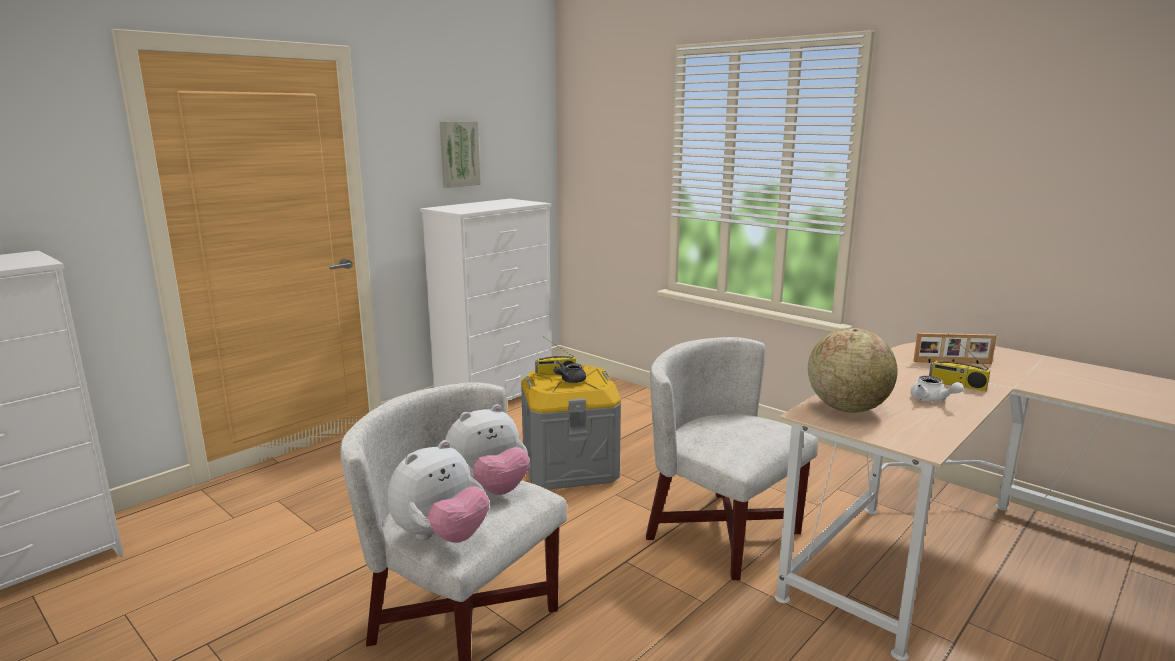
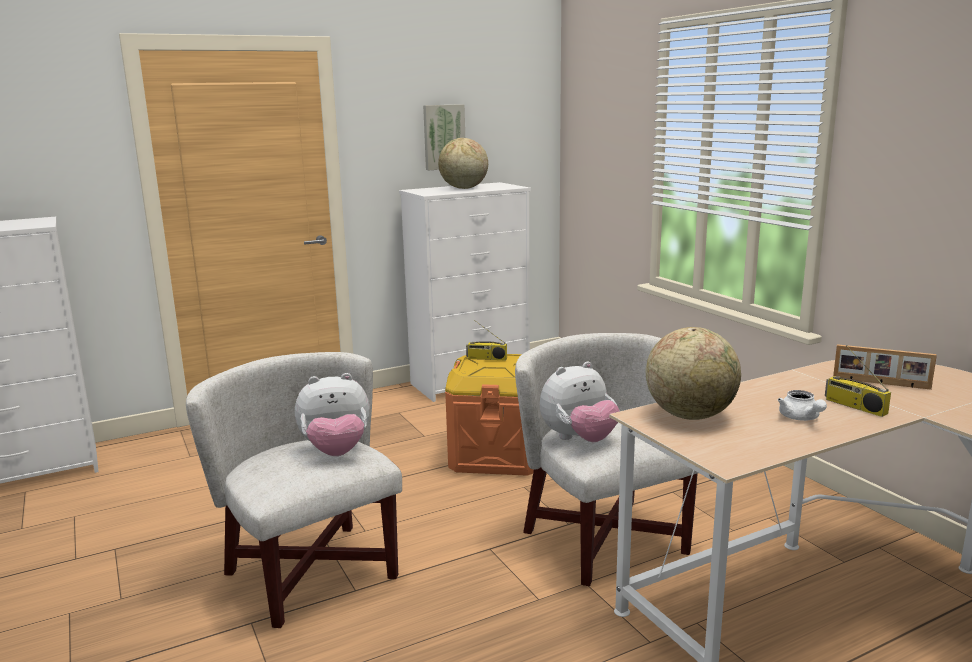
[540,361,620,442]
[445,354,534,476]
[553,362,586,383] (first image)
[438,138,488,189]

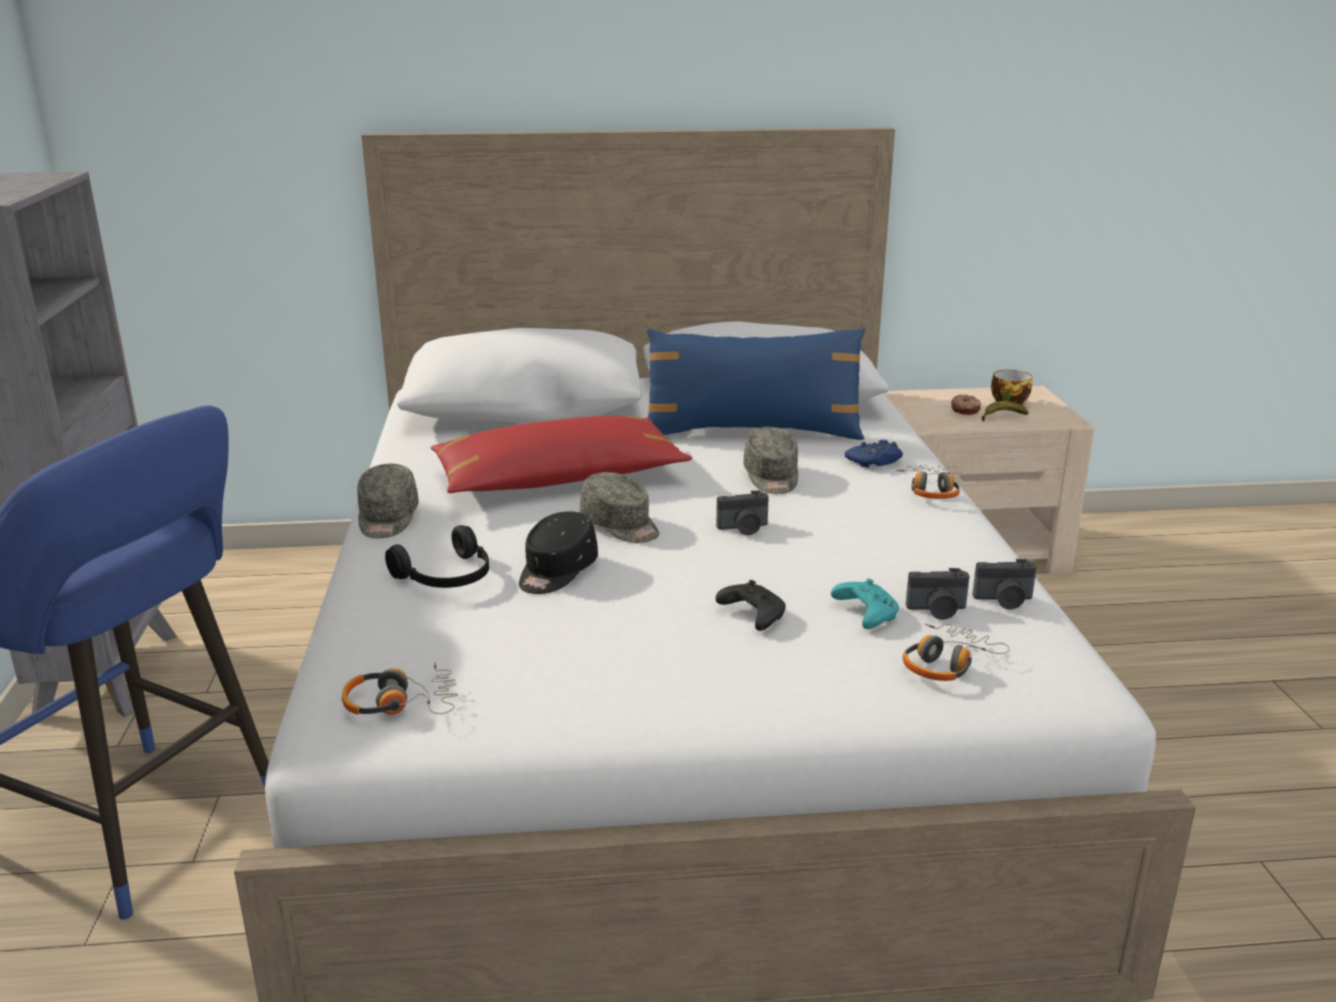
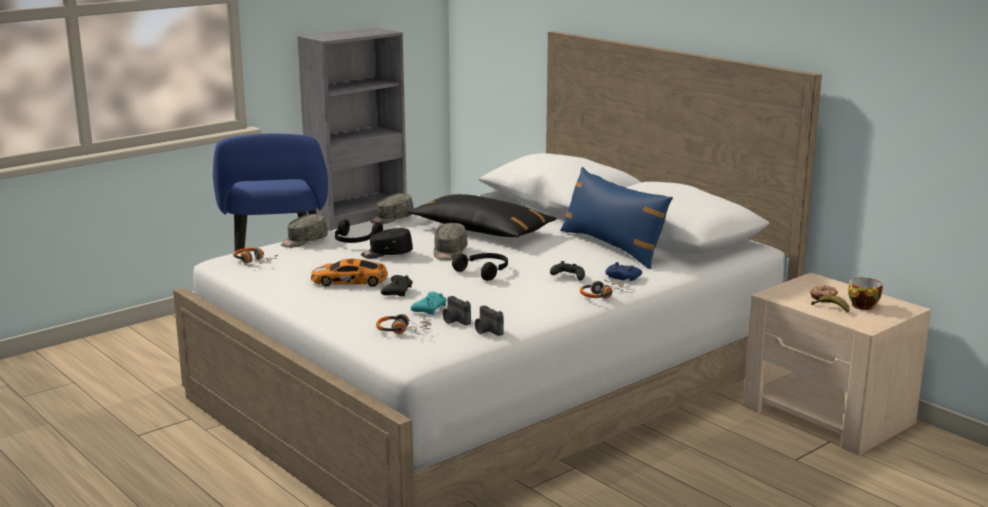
[407,194,557,237]
[452,253,508,281]
[281,214,328,248]
[311,259,388,287]
[550,261,585,281]

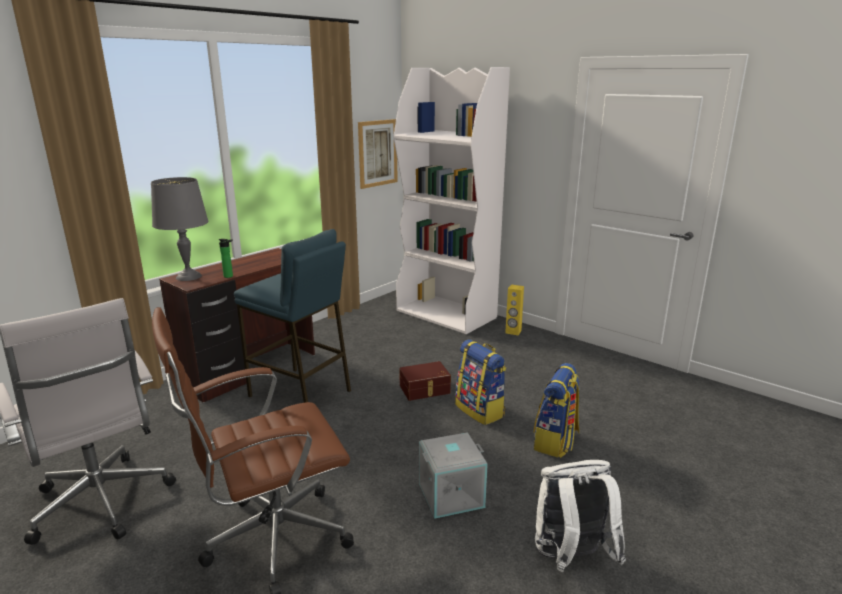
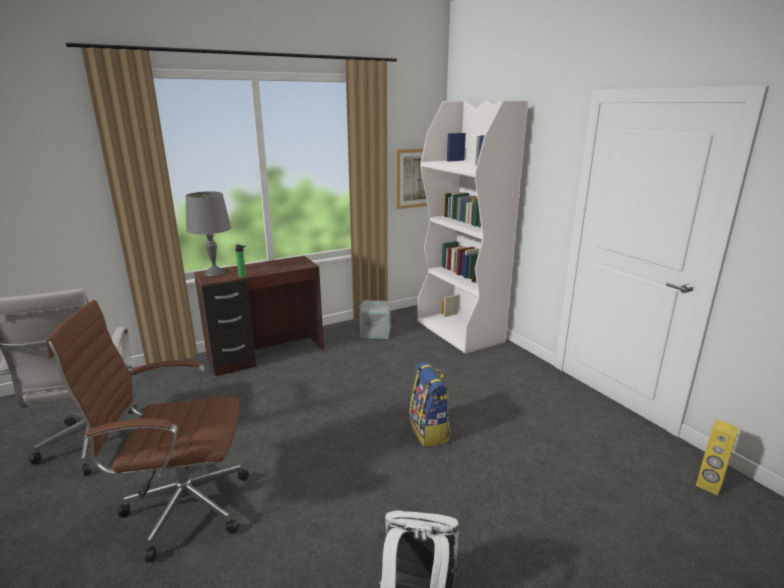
[234,229,351,403] (first image)
[399,361,451,401] (first image)
[359,300,392,339]
[696,419,739,495]
[534,363,580,458] (first image)

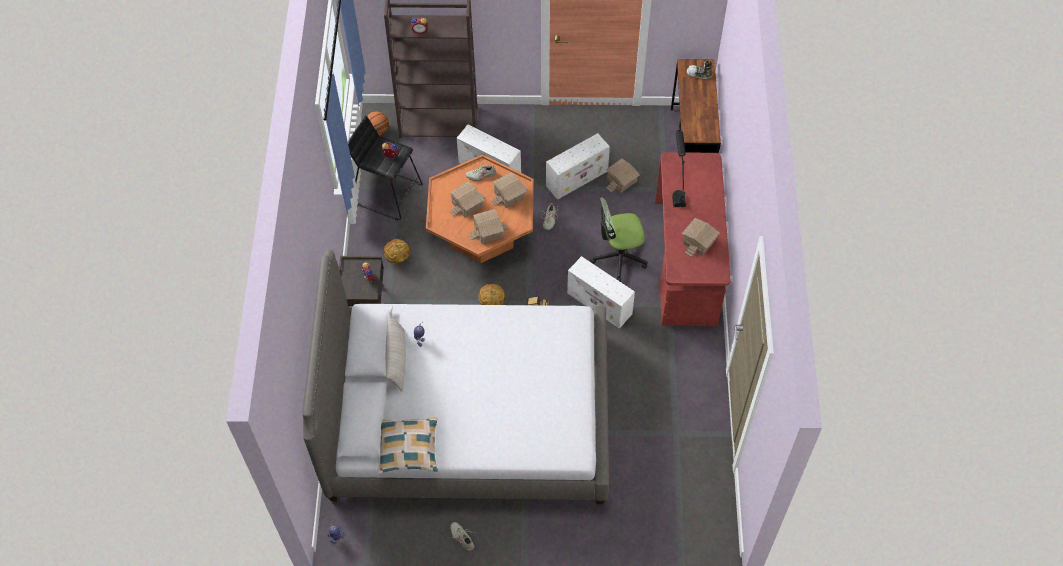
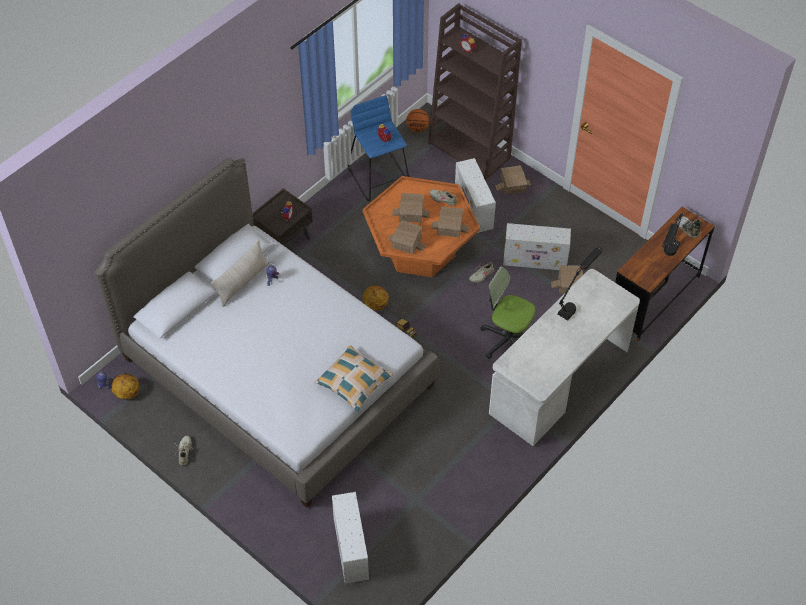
[348,95,409,201]
[314,345,393,412]
[111,373,139,399]
[332,492,369,584]
[489,269,640,446]
[495,165,531,195]
[663,212,683,256]

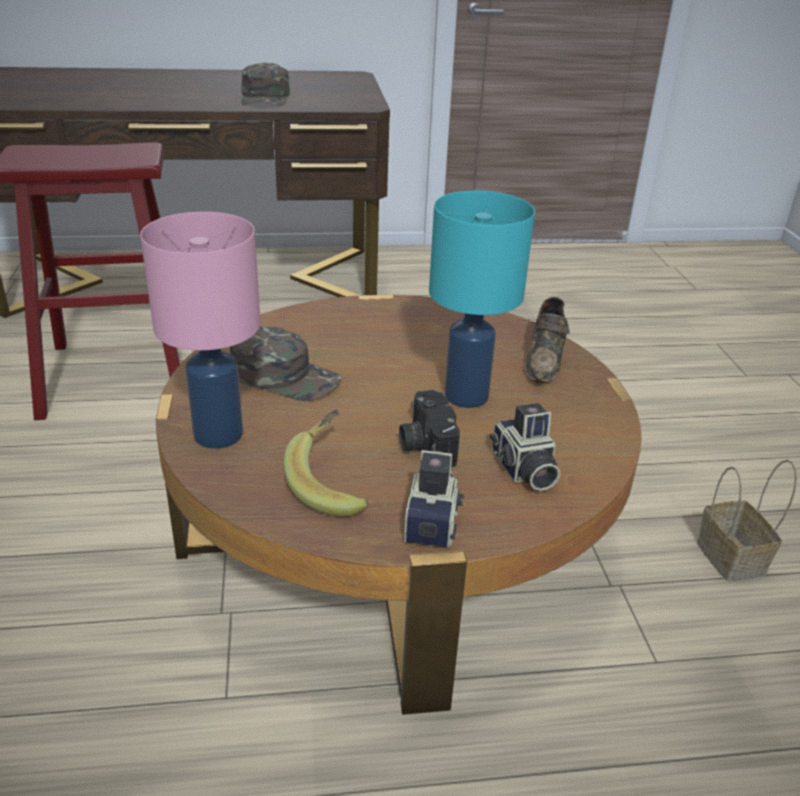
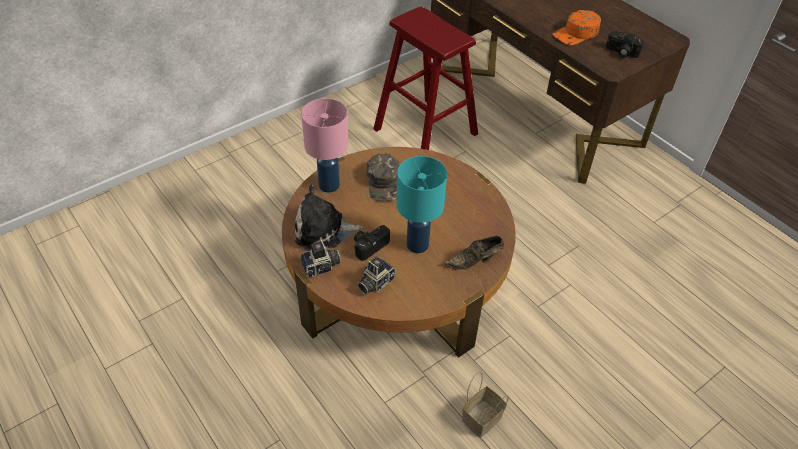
[552,10,601,45]
[295,185,363,249]
[606,31,644,58]

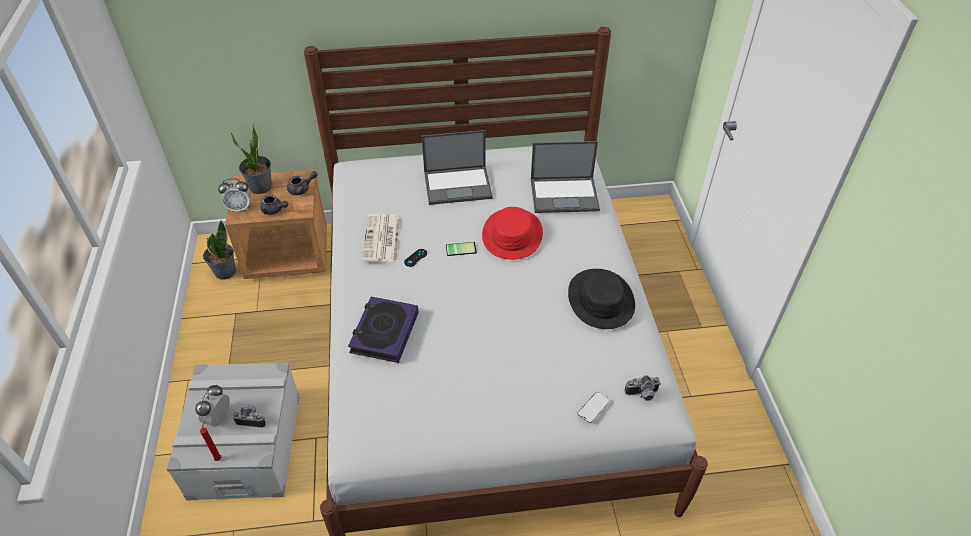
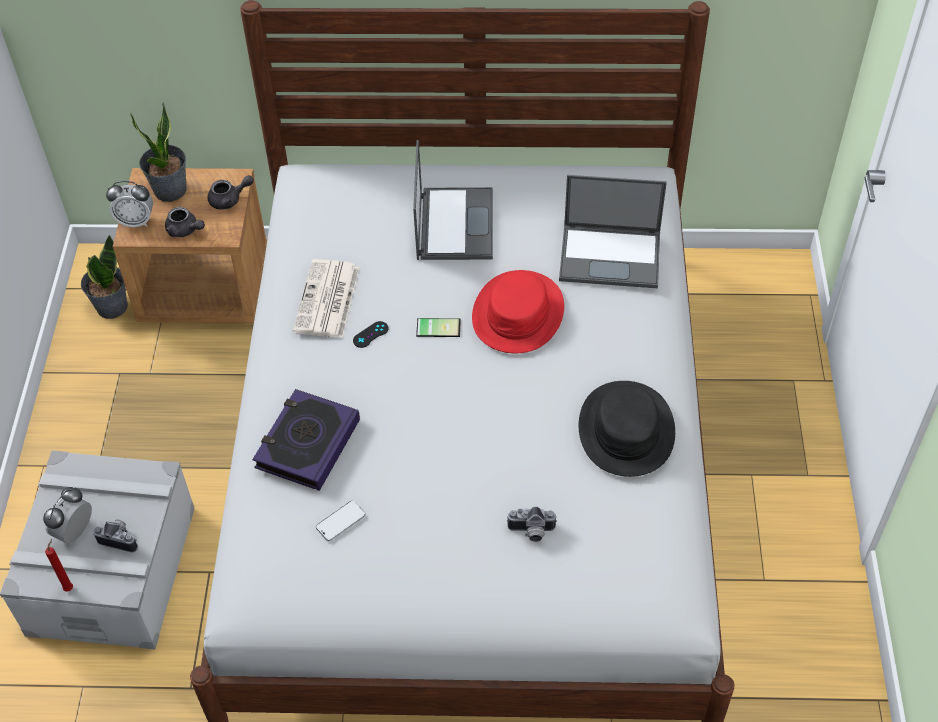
[413,140,493,260]
[316,501,366,541]
[507,506,557,542]

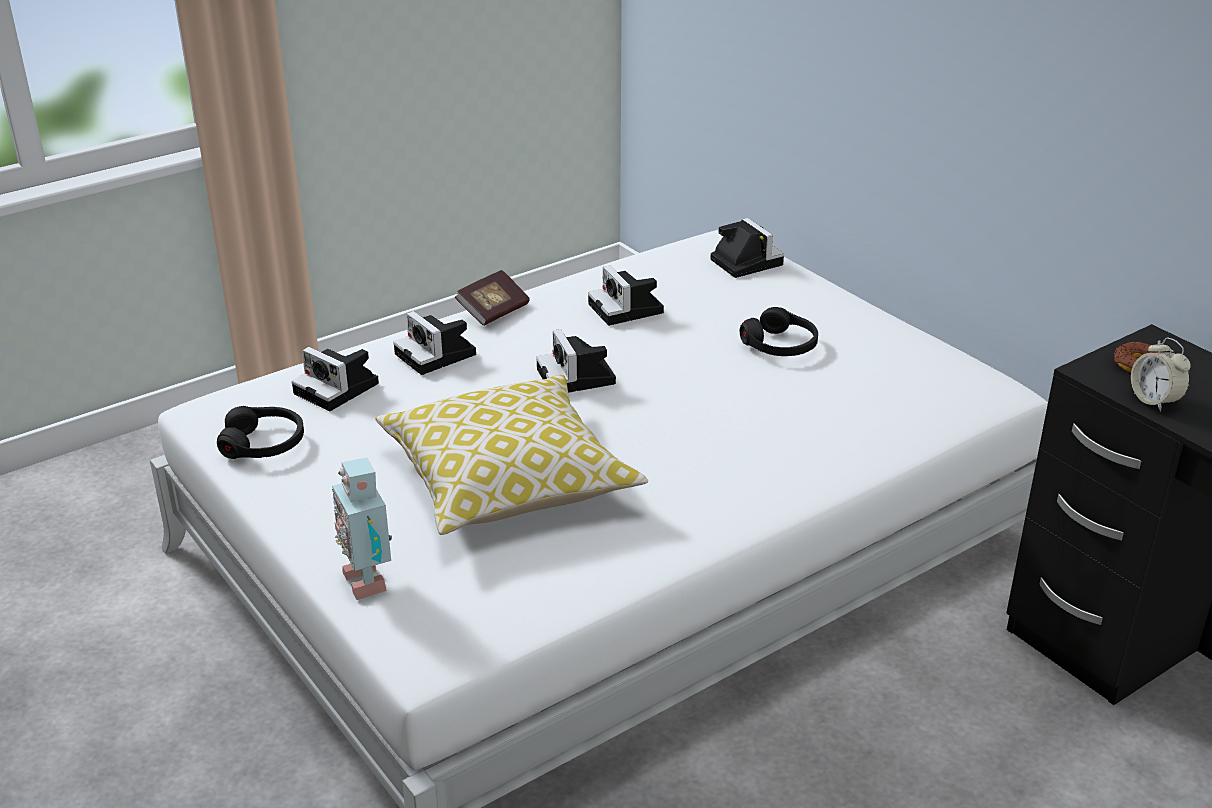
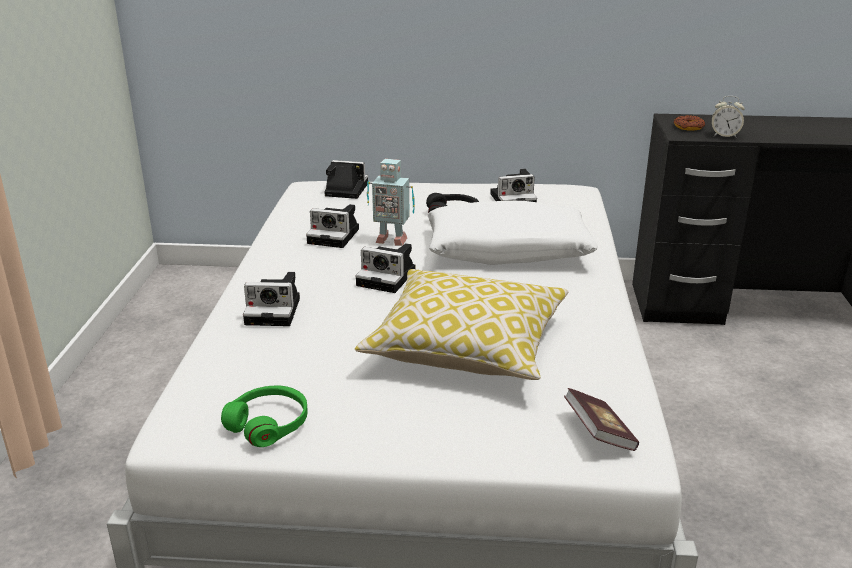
[221,386,308,447]
[490,168,537,202]
[367,159,415,246]
[564,388,639,451]
[428,201,598,265]

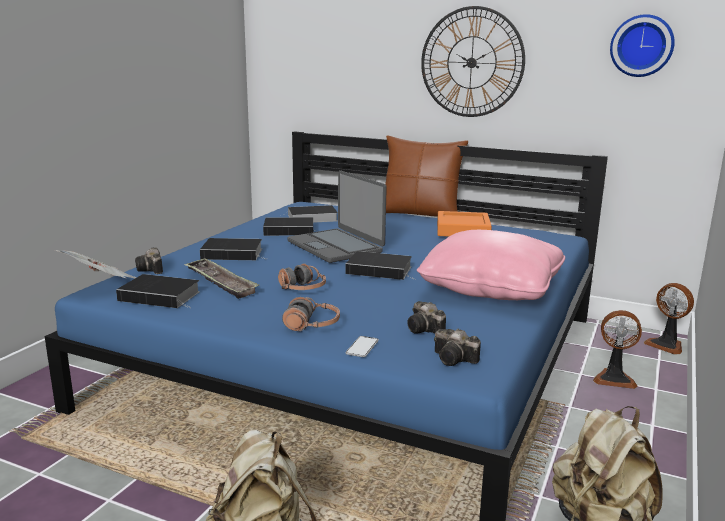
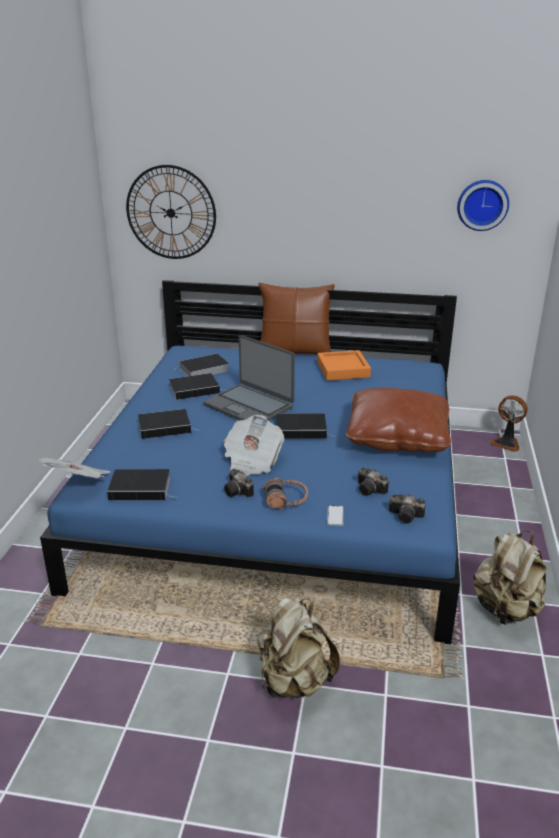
[224,469,254,497]
[184,258,259,299] (first image)
[224,415,284,476]
[346,388,451,452]
[126,165,216,259]
[593,310,642,389] (first image)

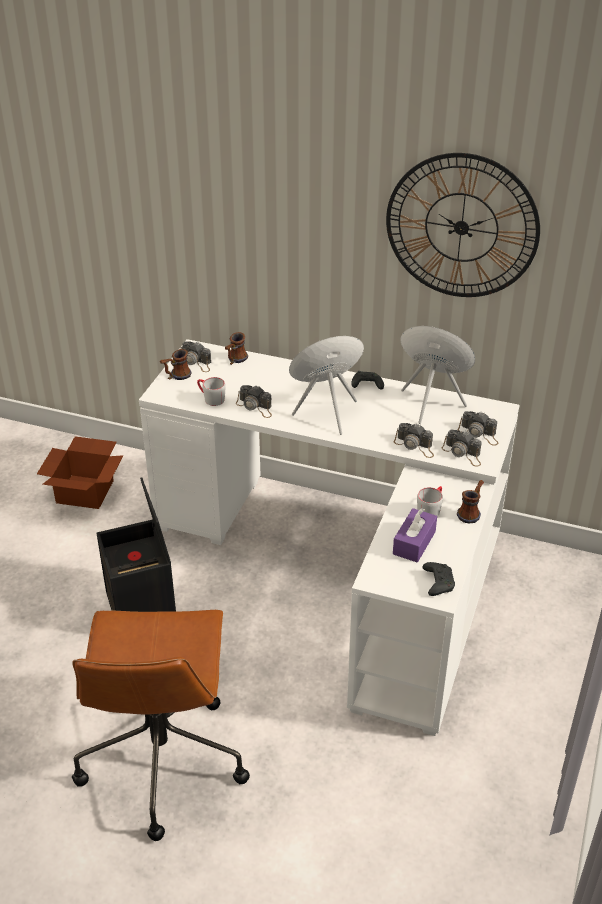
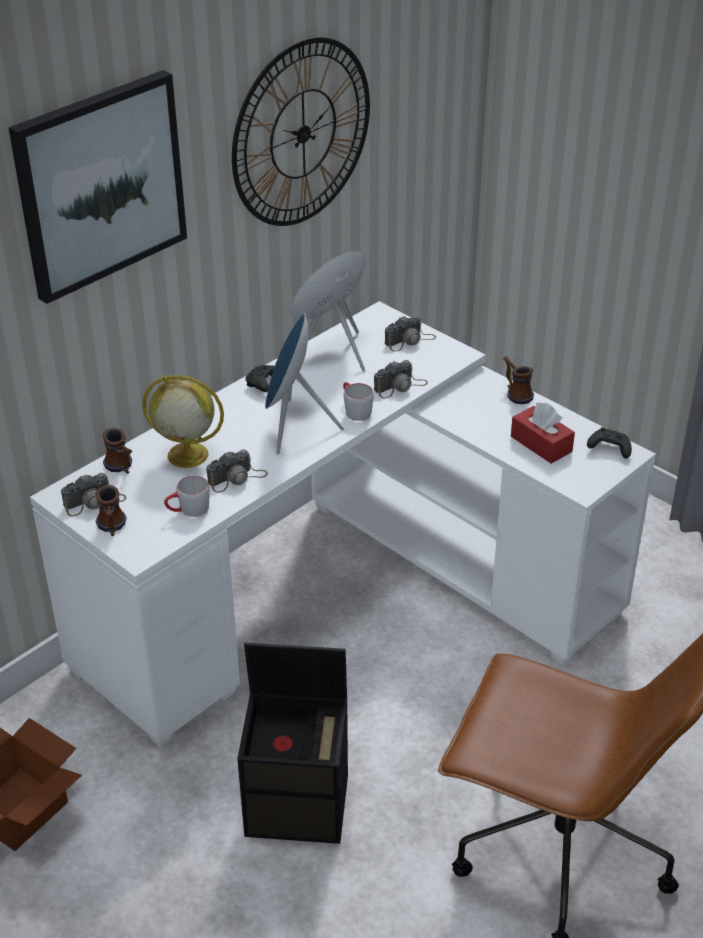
[511,402,575,464]
[343,382,374,421]
[442,430,482,467] (first image)
[9,70,187,304]
[142,375,224,468]

